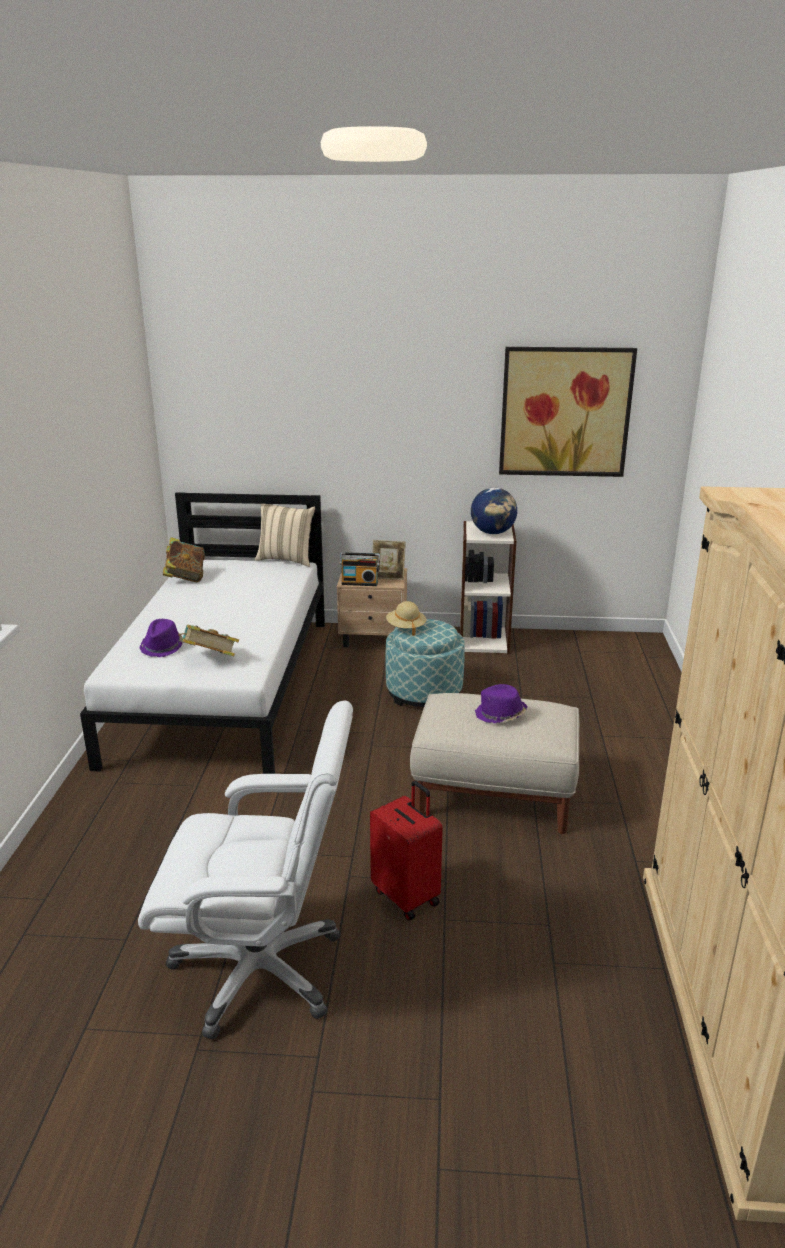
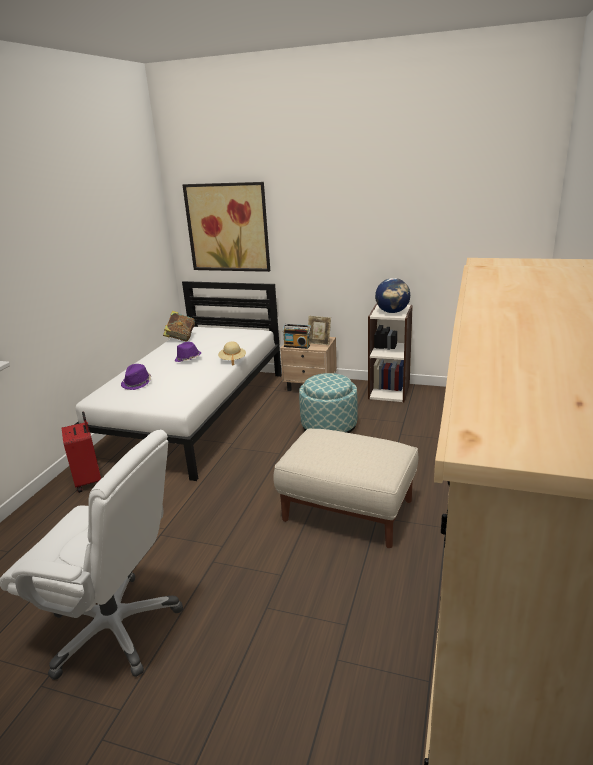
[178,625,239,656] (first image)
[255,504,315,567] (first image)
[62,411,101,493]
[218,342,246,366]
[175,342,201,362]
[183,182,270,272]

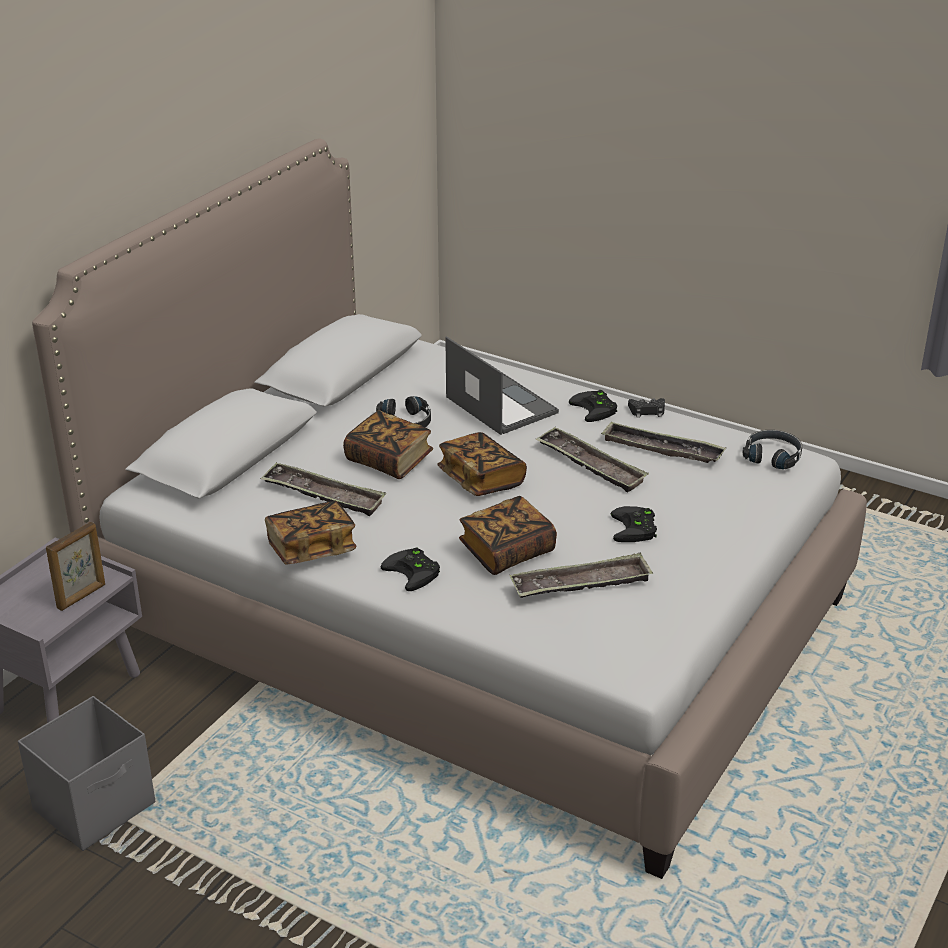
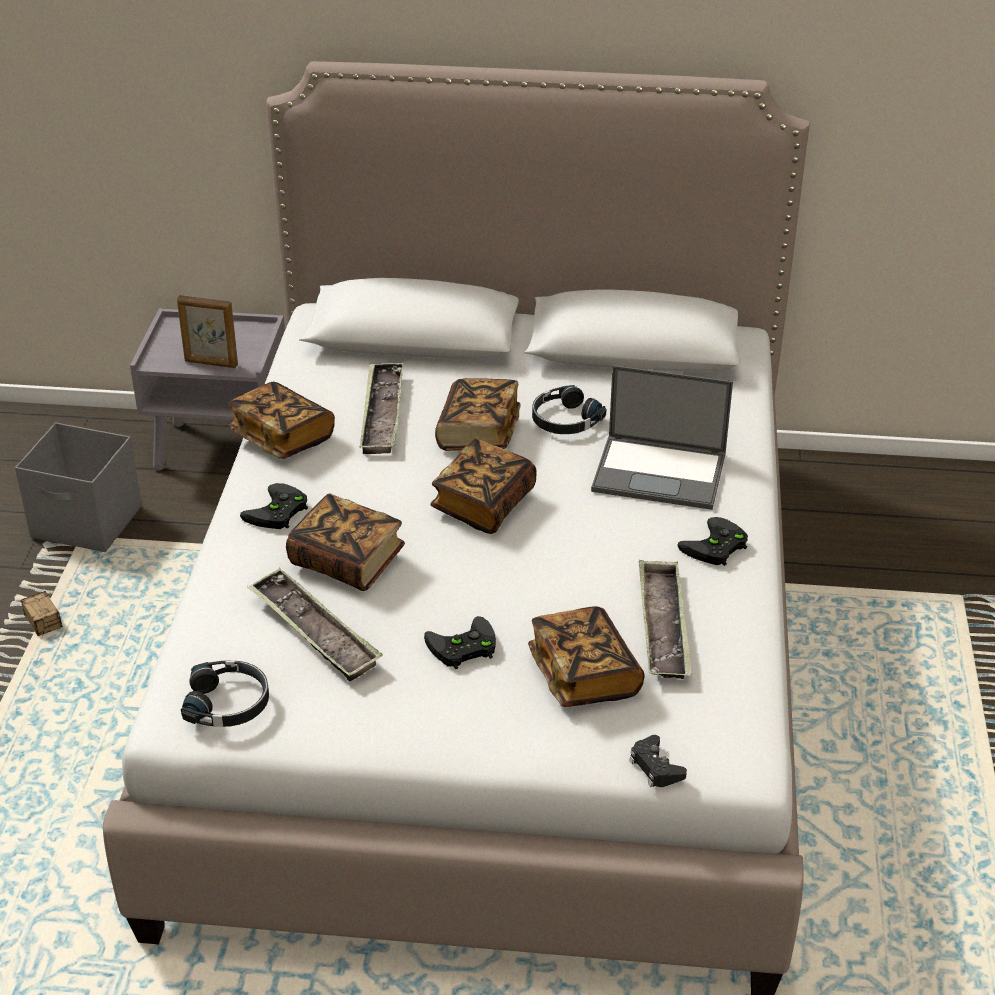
[591,365,733,510]
[536,427,649,492] (first image)
[629,735,687,787]
[181,661,269,727]
[21,591,63,636]
[528,606,645,707]

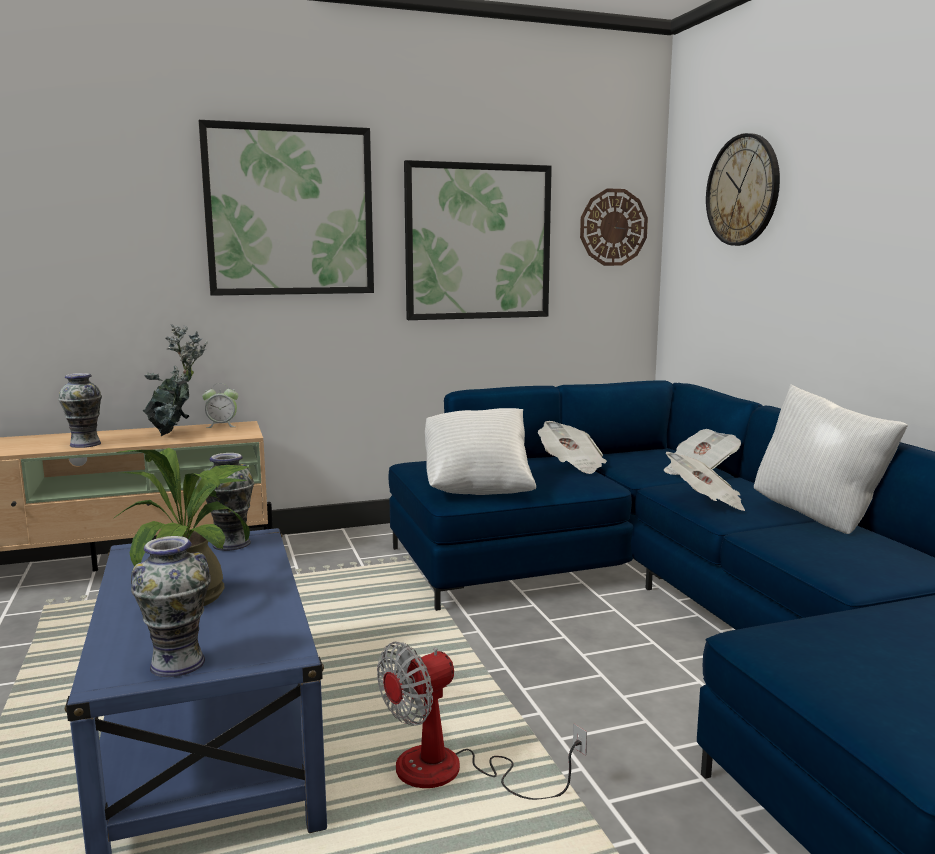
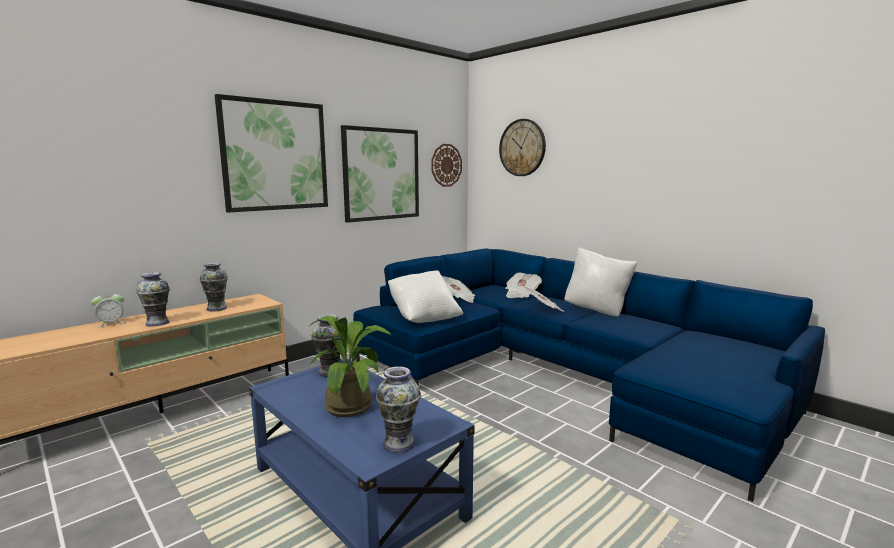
[199,263,228,311]
[91,290,125,328]
[377,642,587,800] (first image)

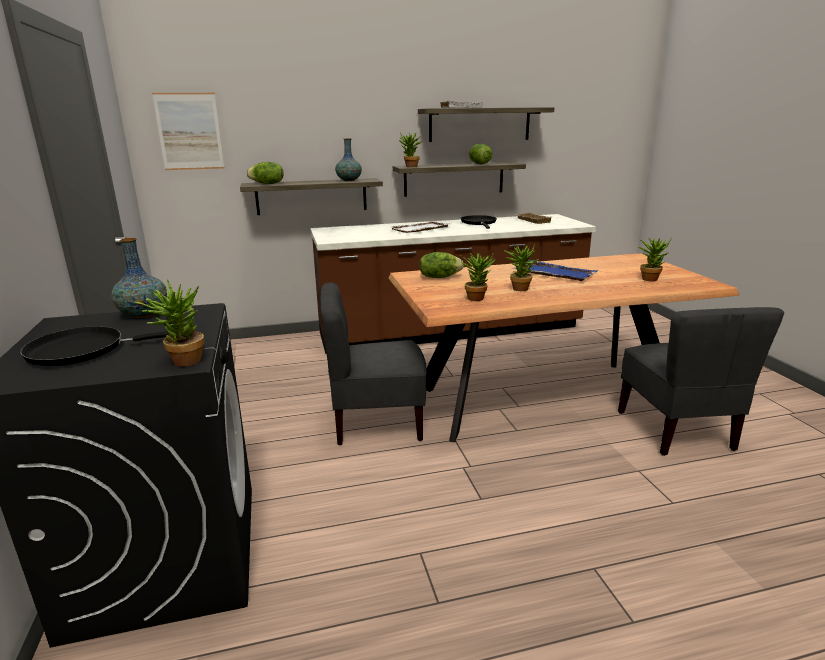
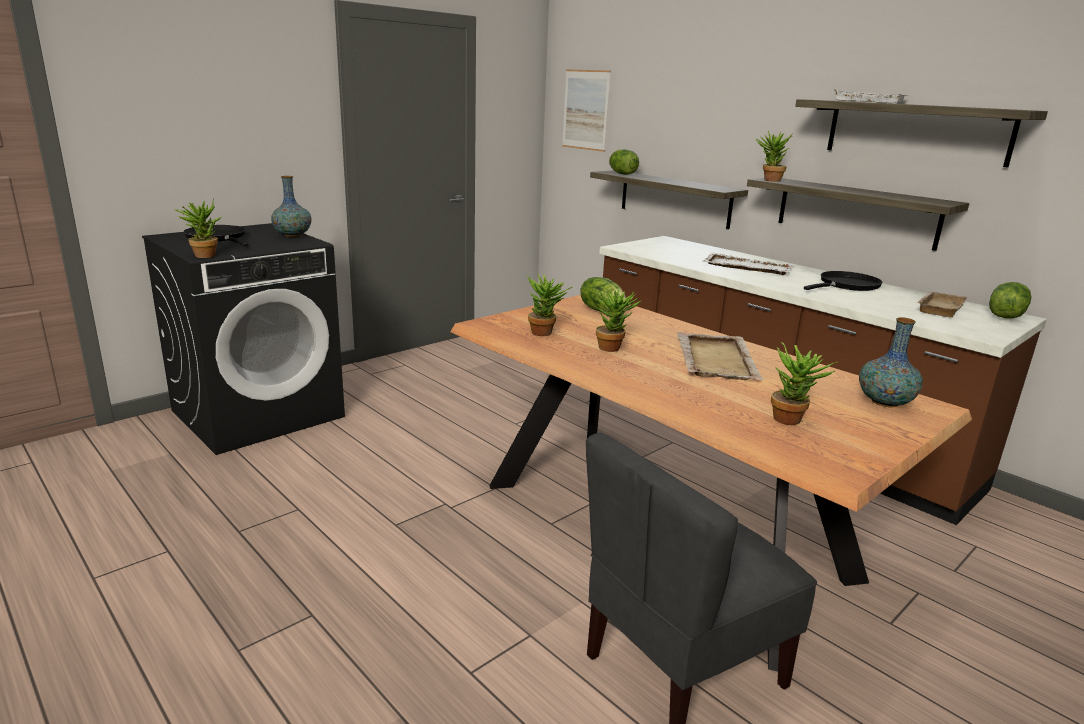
[320,282,427,445] (first image)
[859,317,923,407]
[989,282,1032,318]
[677,332,765,380]

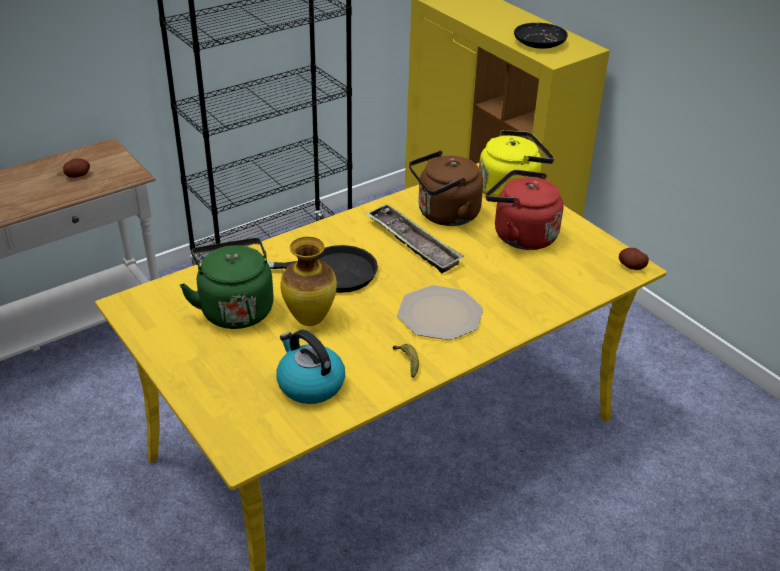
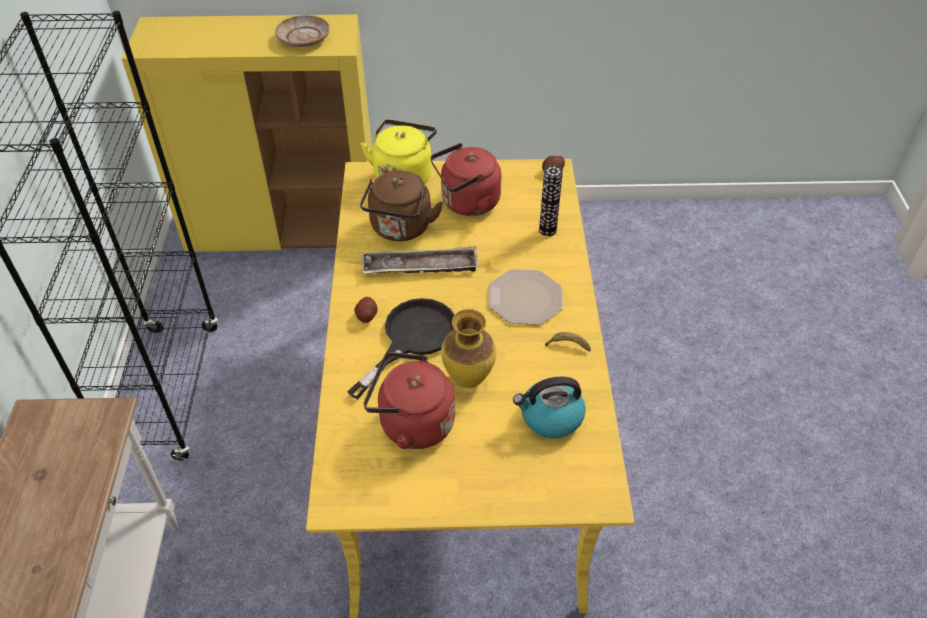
[354,297,378,323]
[364,352,455,449]
[275,15,330,47]
[539,165,563,236]

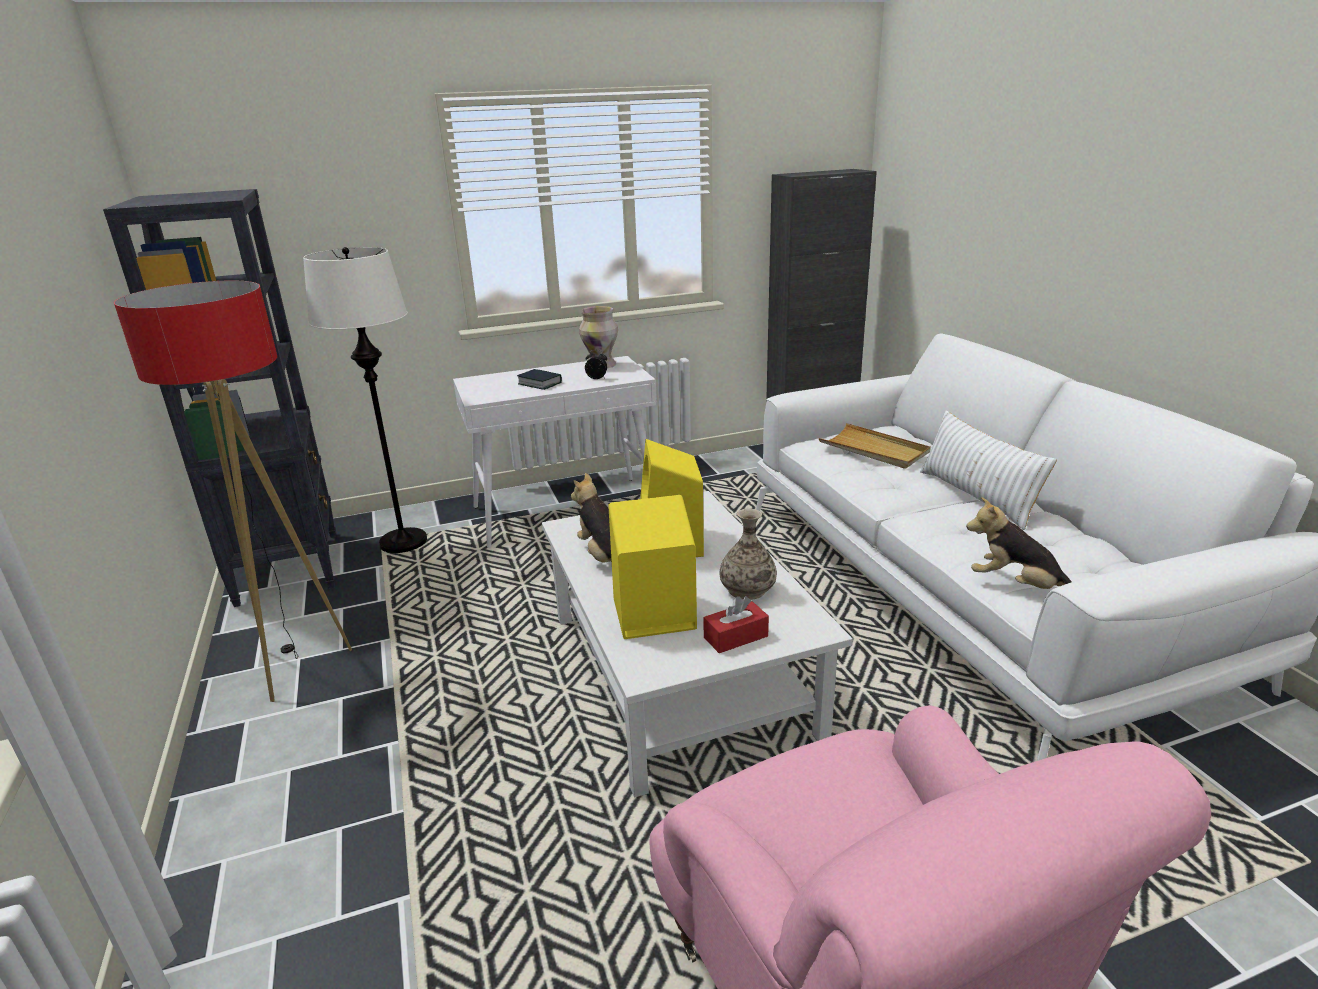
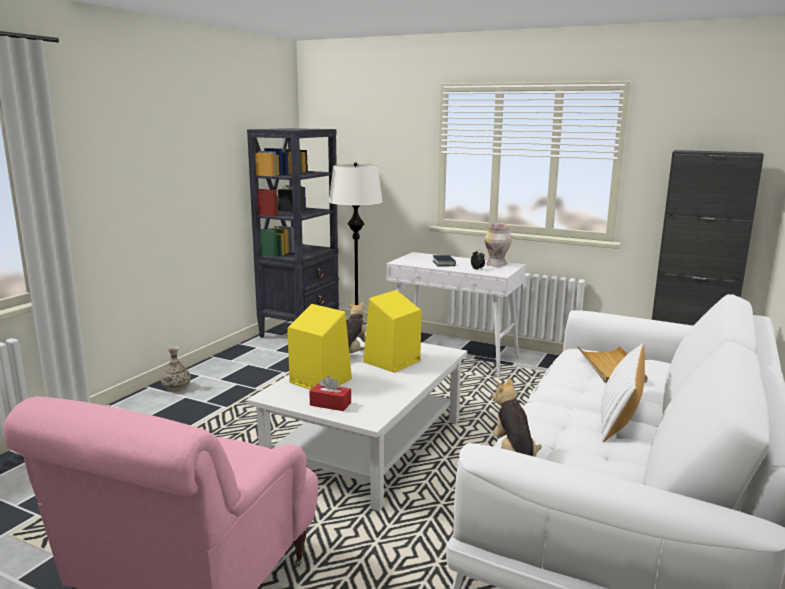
[114,280,352,702] (first image)
[161,346,191,392]

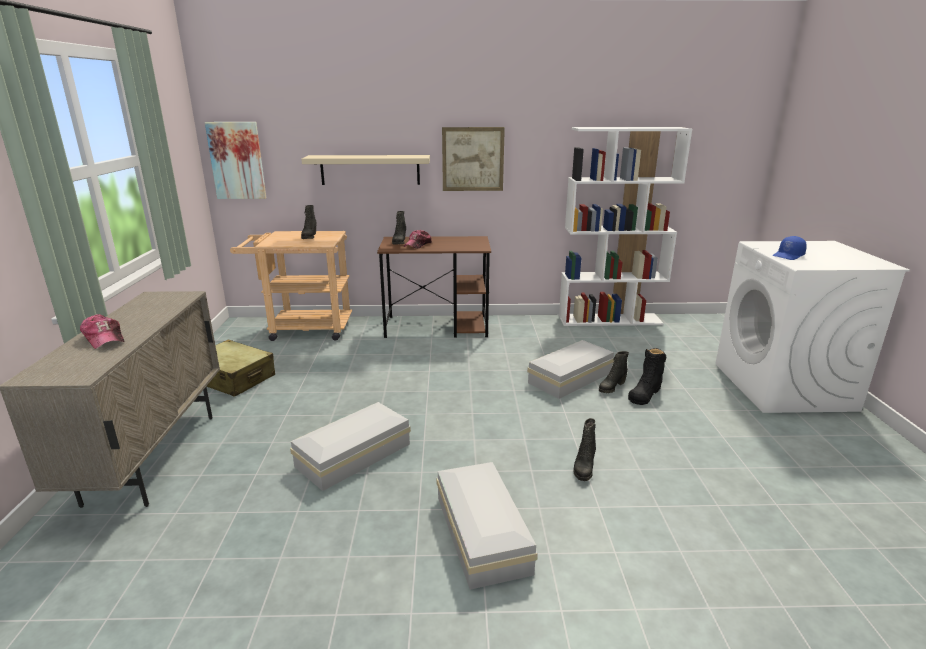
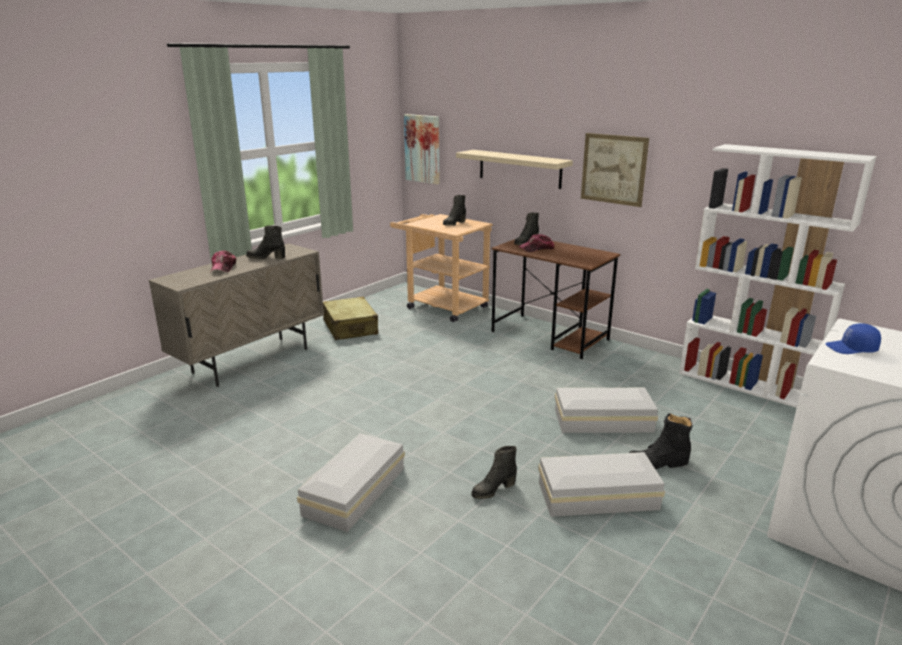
[538,452,665,517]
[246,225,285,260]

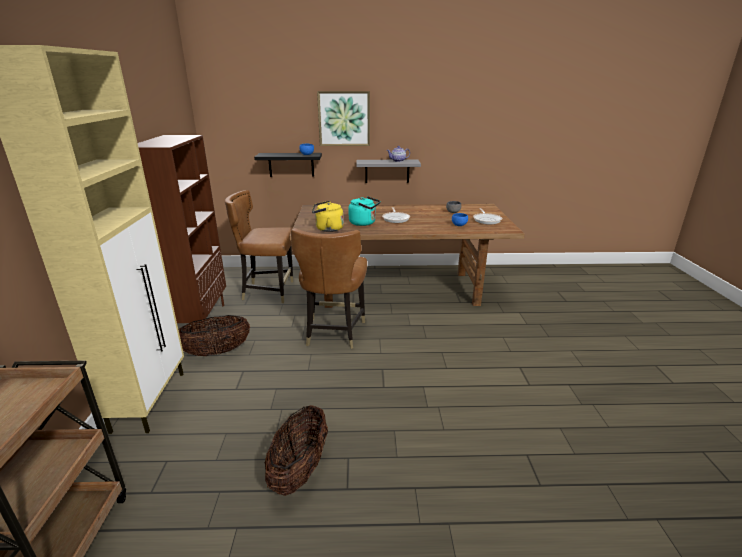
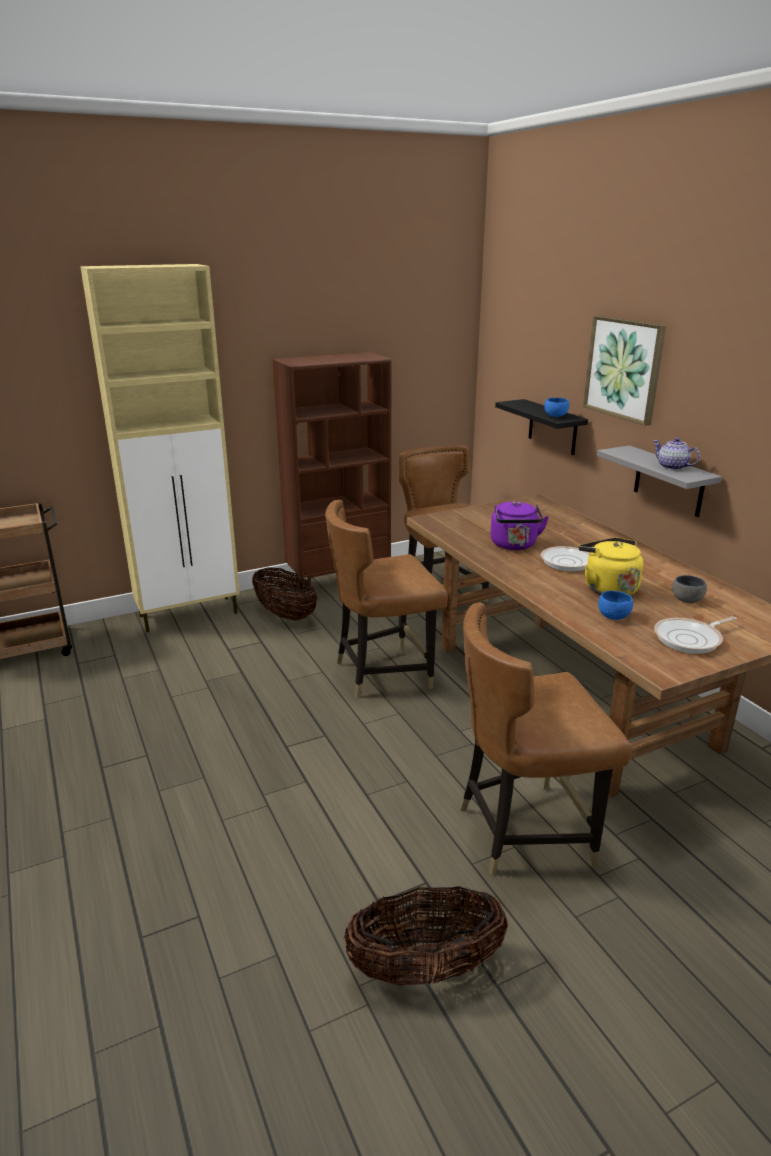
[344,885,508,986]
[579,538,643,595]
[490,501,549,550]
[460,603,632,875]

